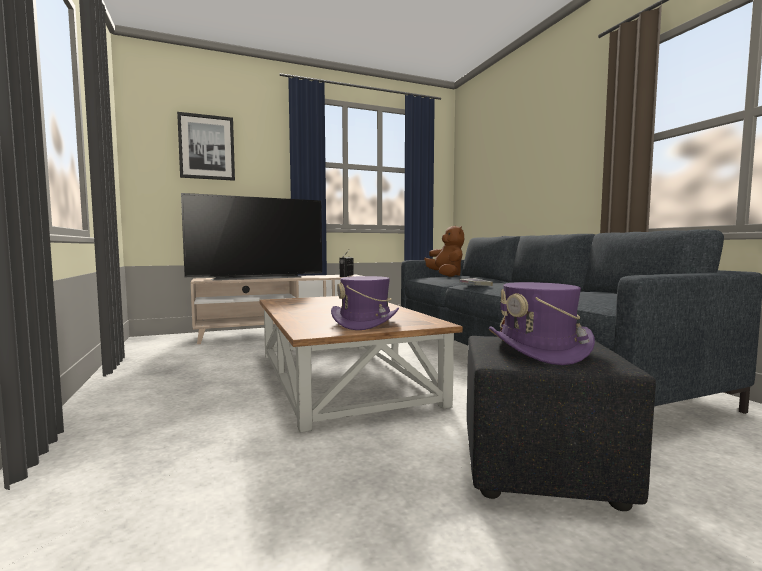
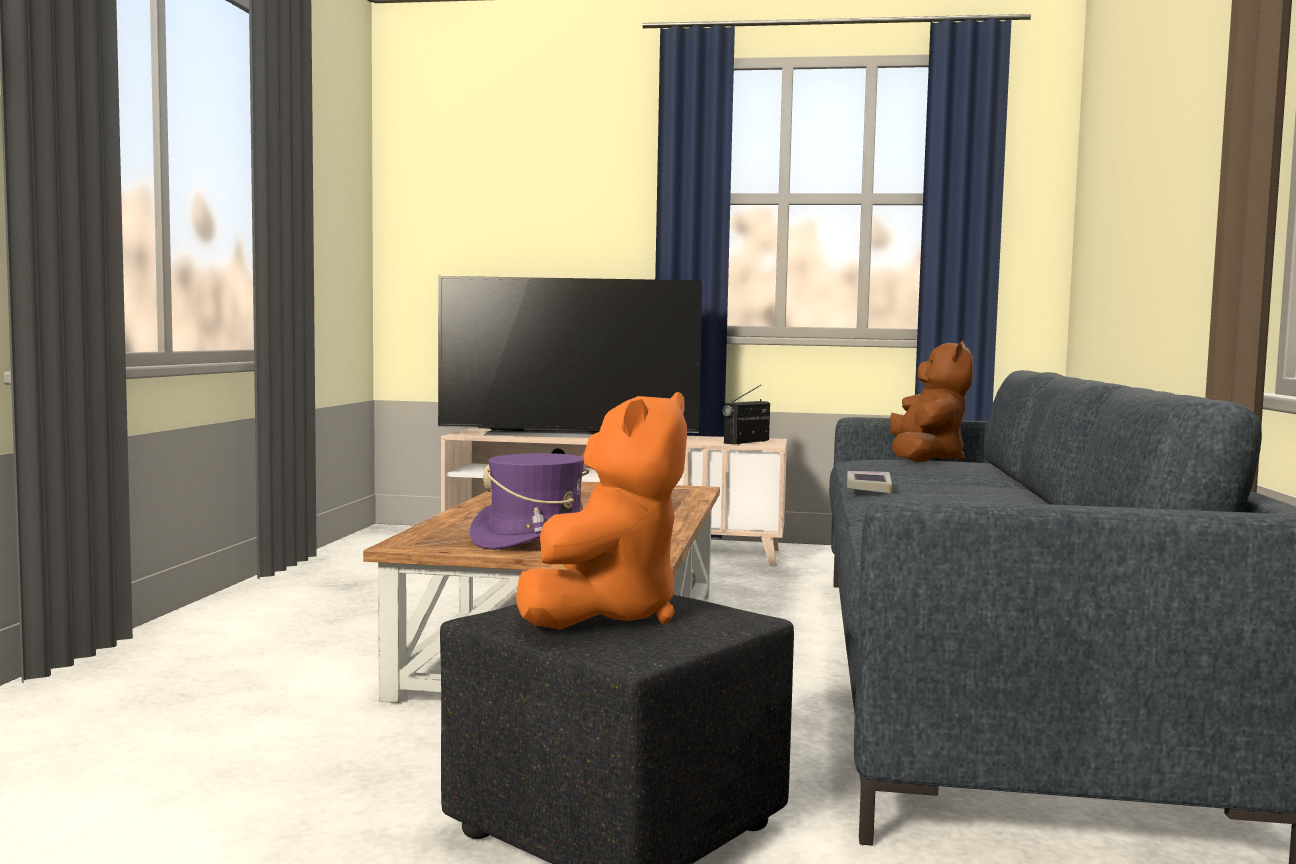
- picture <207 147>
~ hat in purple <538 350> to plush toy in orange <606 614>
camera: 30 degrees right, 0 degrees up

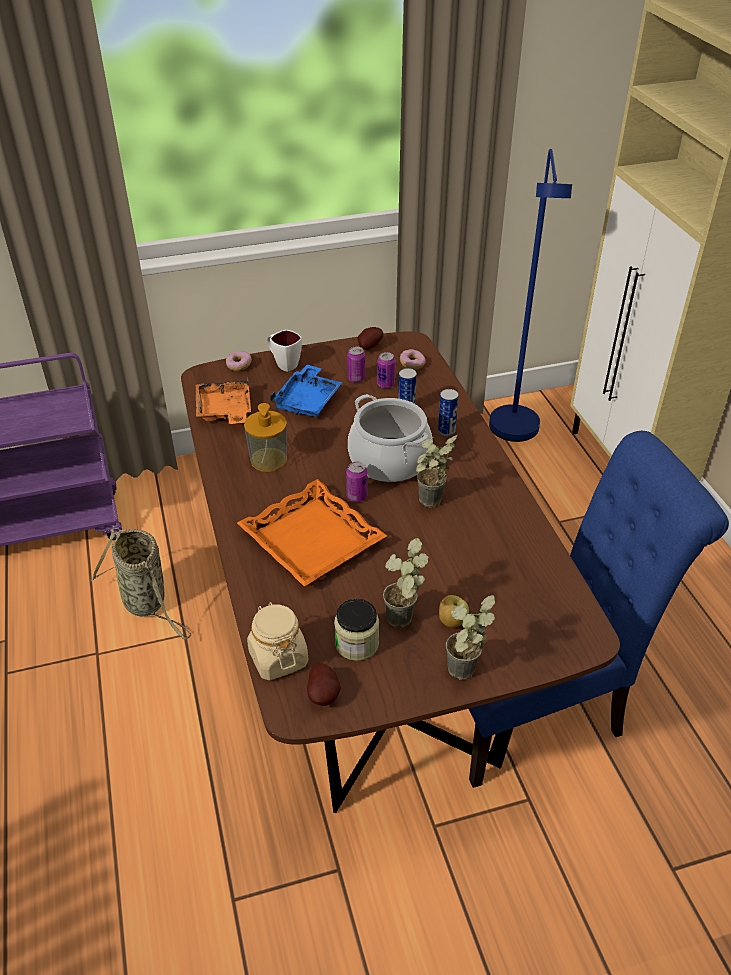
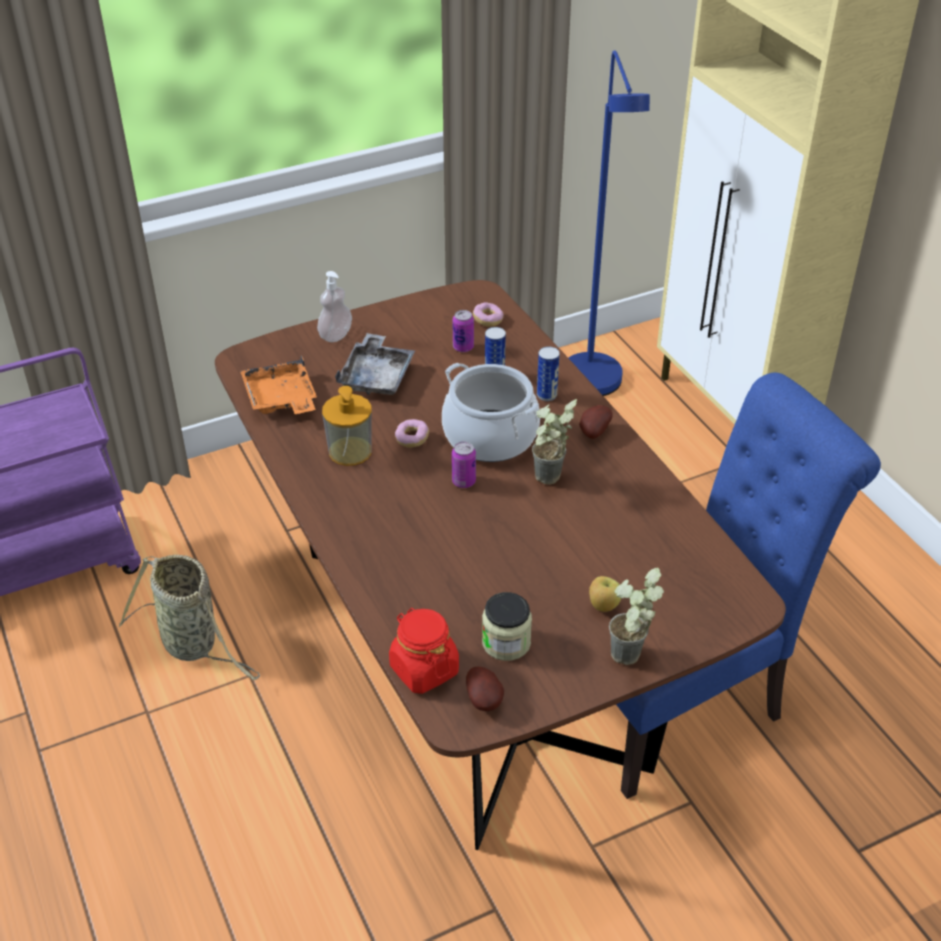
~ potato <368 347> to <593 432>
~ mug in white <284 364> to soap dispenser <335 335>
- can <356 378>
~ donut <239 365> to <412 439>
~ tray in blue <308 401> to tray in grey <377 376>
- tray in orange <313 539>
- potted plant <405 623>
~ jar in beige <278 658> to jar in red <424 669>
camera: 10 degrees left, 0 degrees up

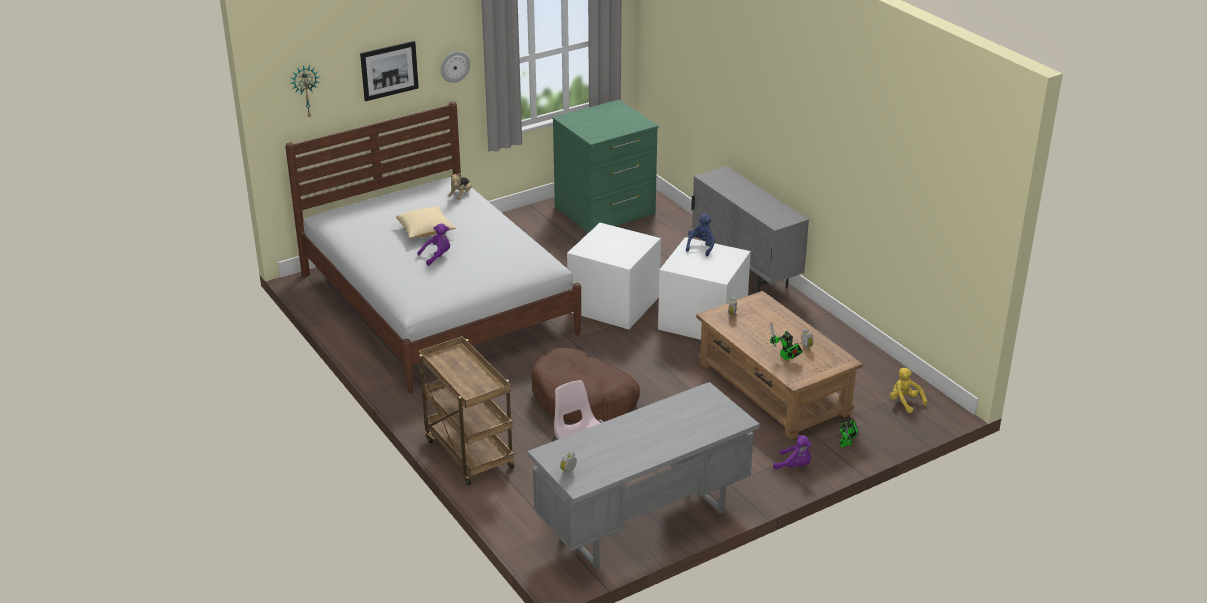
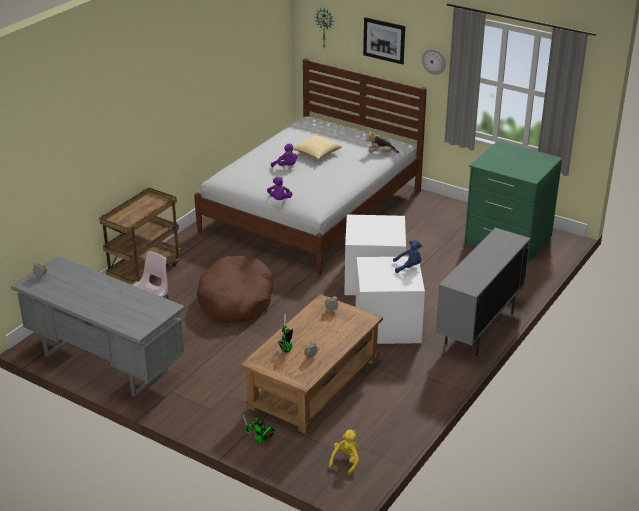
~ plush toy in purple <794 466> to <279 200>
camera: 65 degrees right, 0 degrees up

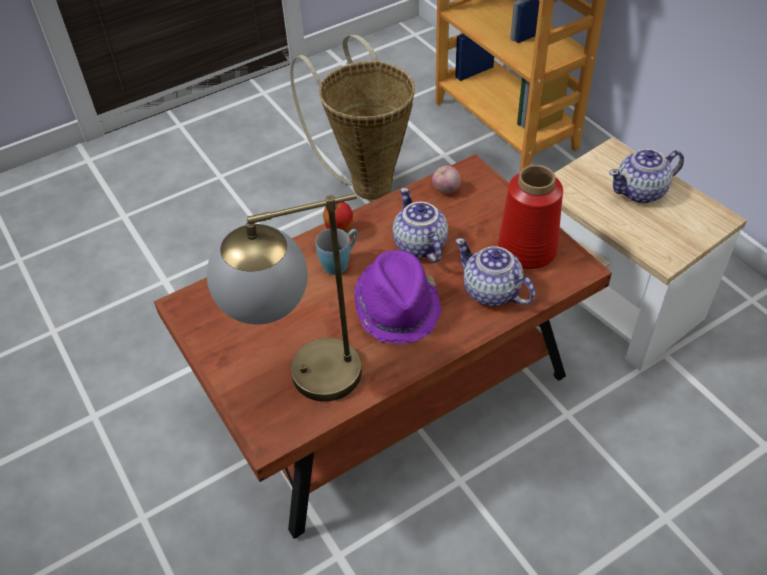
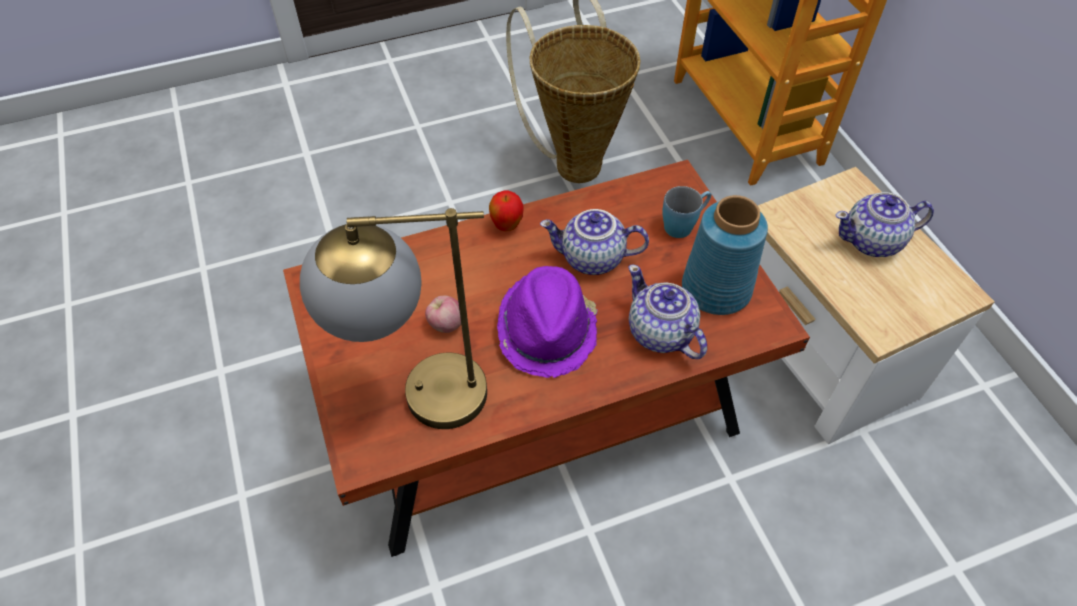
~ vase in red <527 250> to vase in blue <716 290>
~ apple <446 190> to <445 324>
~ teapot <418 245> = <591 259> 75 degrees counterclockwise
~ mug in blue <340 262> to <684 225>
camera: 10 degrees right, 5 degrees up

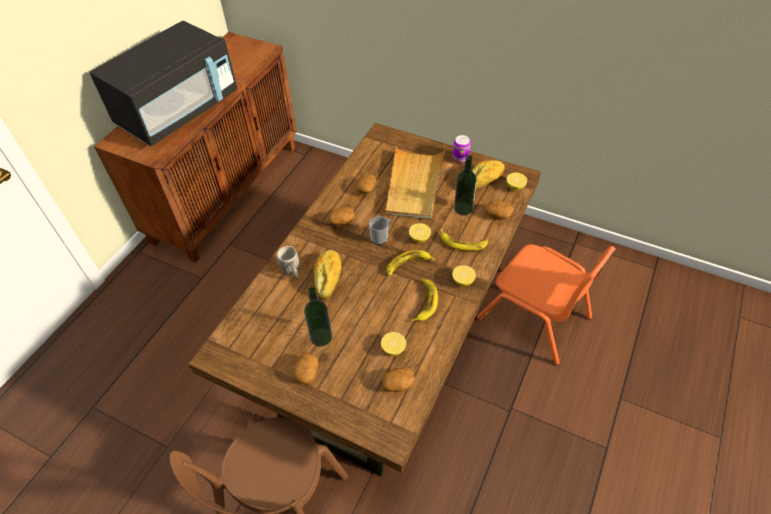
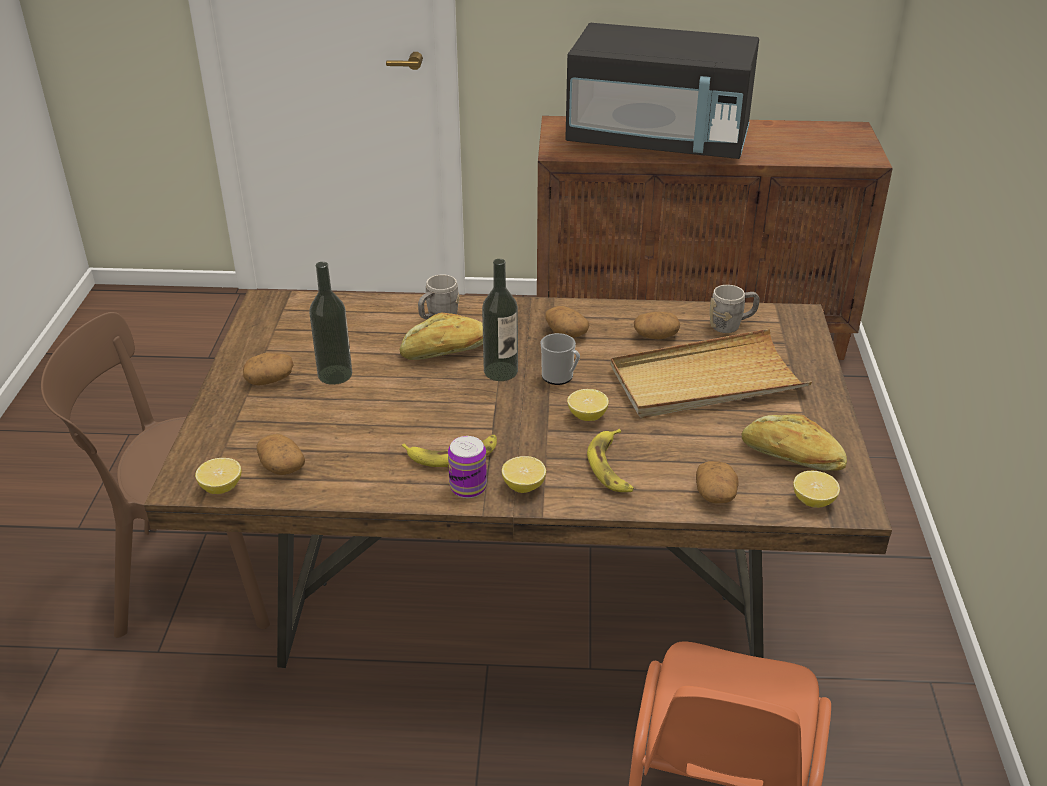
~ can <460 158> to <468 487>
~ bottle <463 208> to <500 371>
- banana <407 265>
~ lemon <393 349> to <221 487>
+ mug in grey <731 325>
camera: 65 degrees right, 15 degrees down

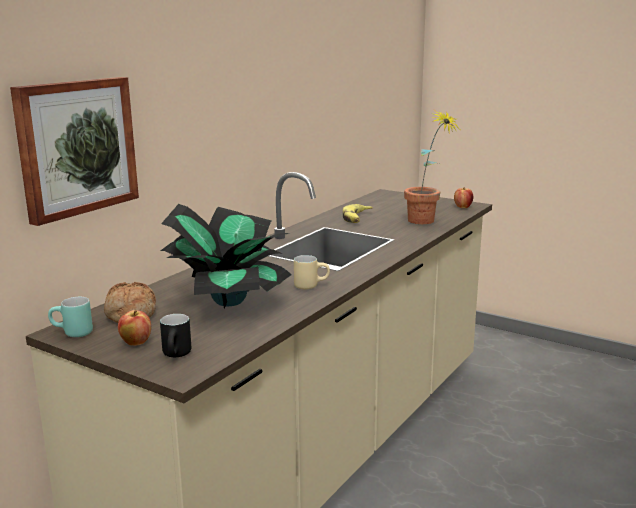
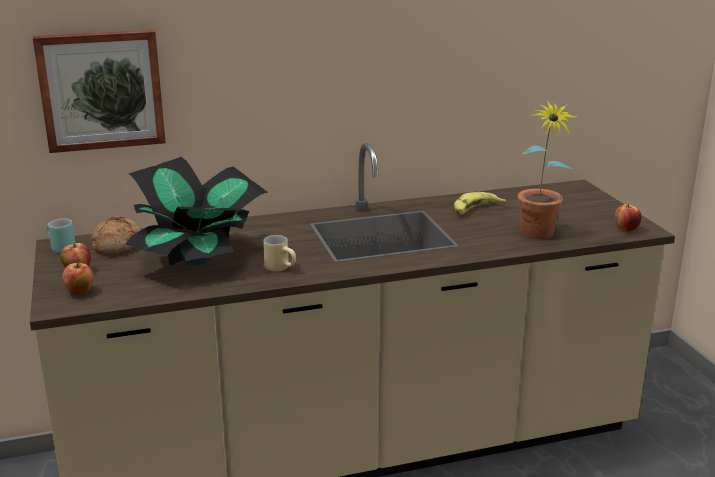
~ mug in black <178 355> to apple <79 292>
camera: 40 degrees right, 5 degrees up

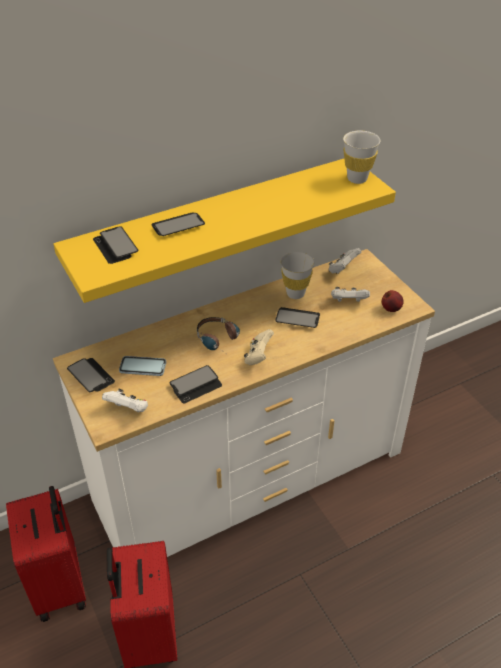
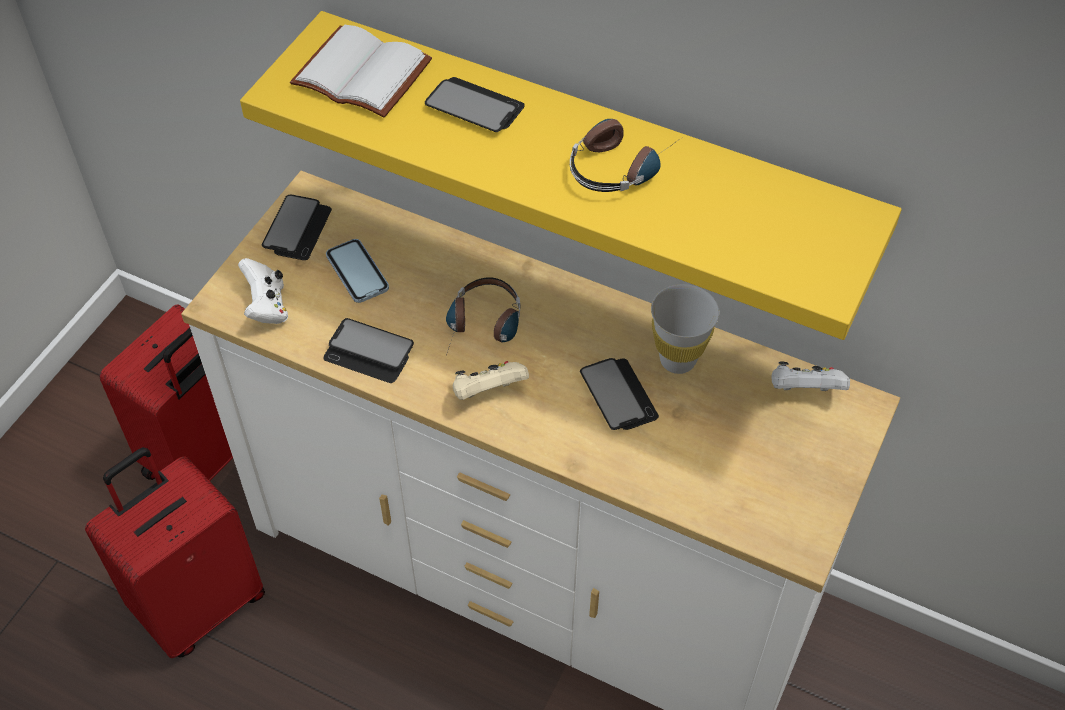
- cup in white <357 179>
~ phone <115 246> to book in white <365 72>
- game controller in white <348 302>
- apple <391 309>
+ headphones <622 163>
camera: 55 degrees right, 10 degrees up

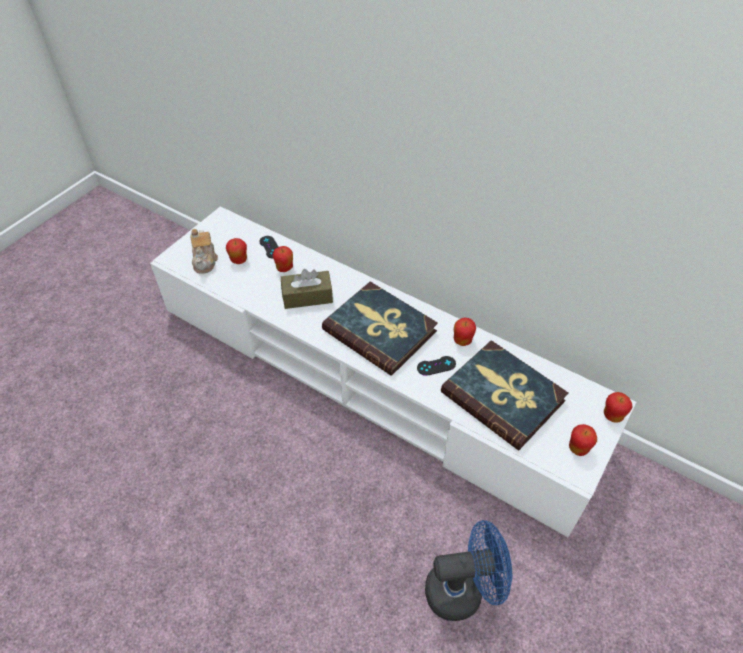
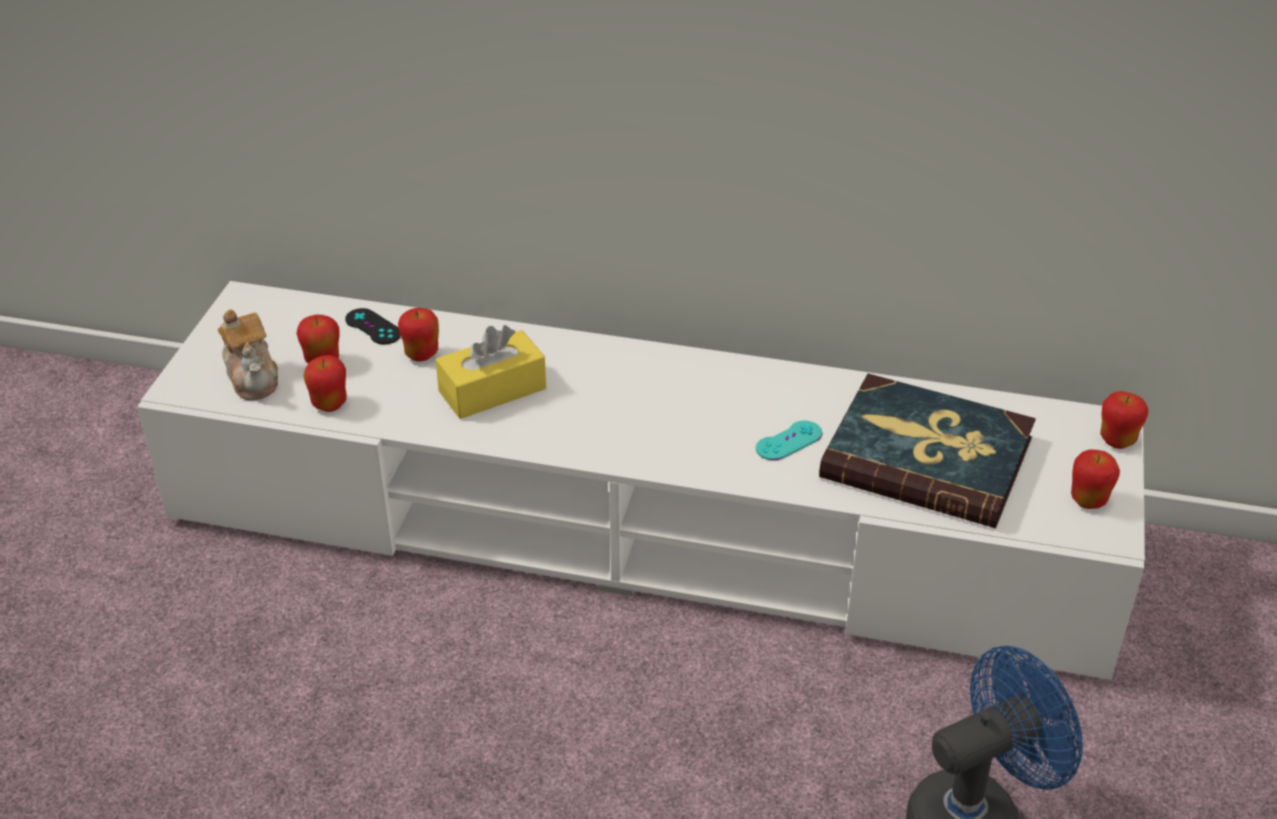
~ tissue box in brown <307 296> to tissue box in yellow <492 390>
- book <380 330>
~ apple <462 341> to <330 404>
~ game controller in black <436 366> to game controller in turquoise <789 441>
camera: 20 degrees left, 10 degrees down

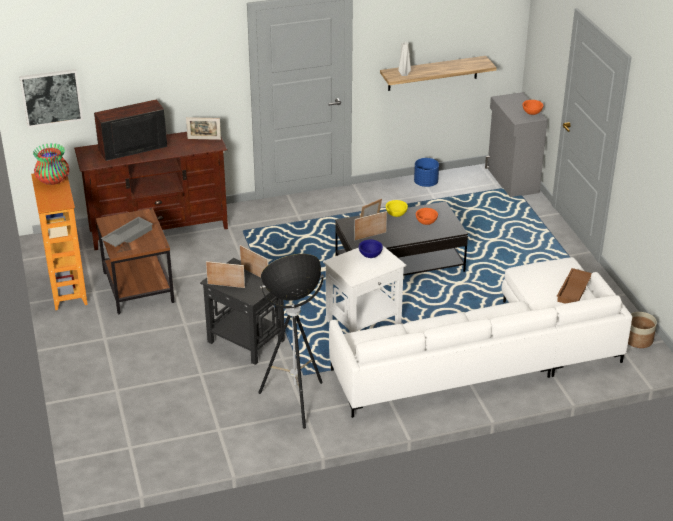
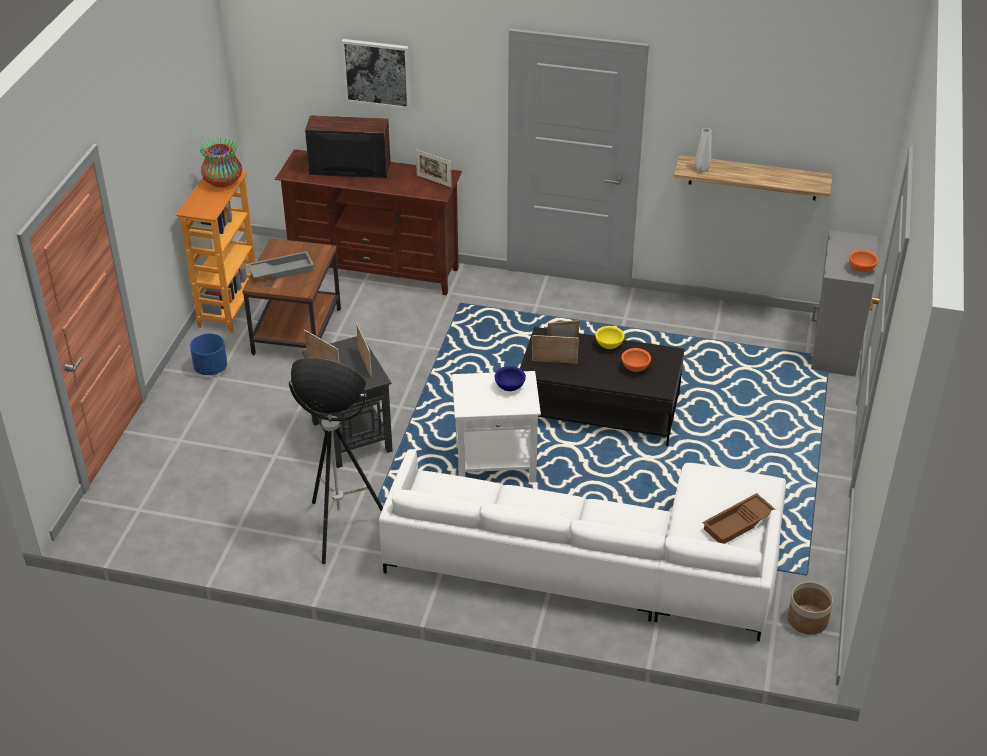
~ picture <51 97> to <377 73>
~ planter in blue <425 183> to <210 368>
camera: 30 degrees right, 5 degrees up

